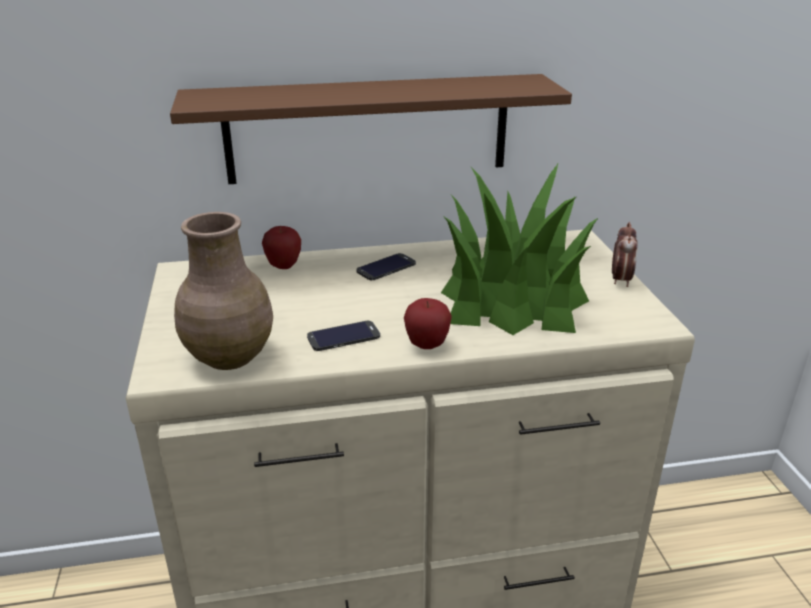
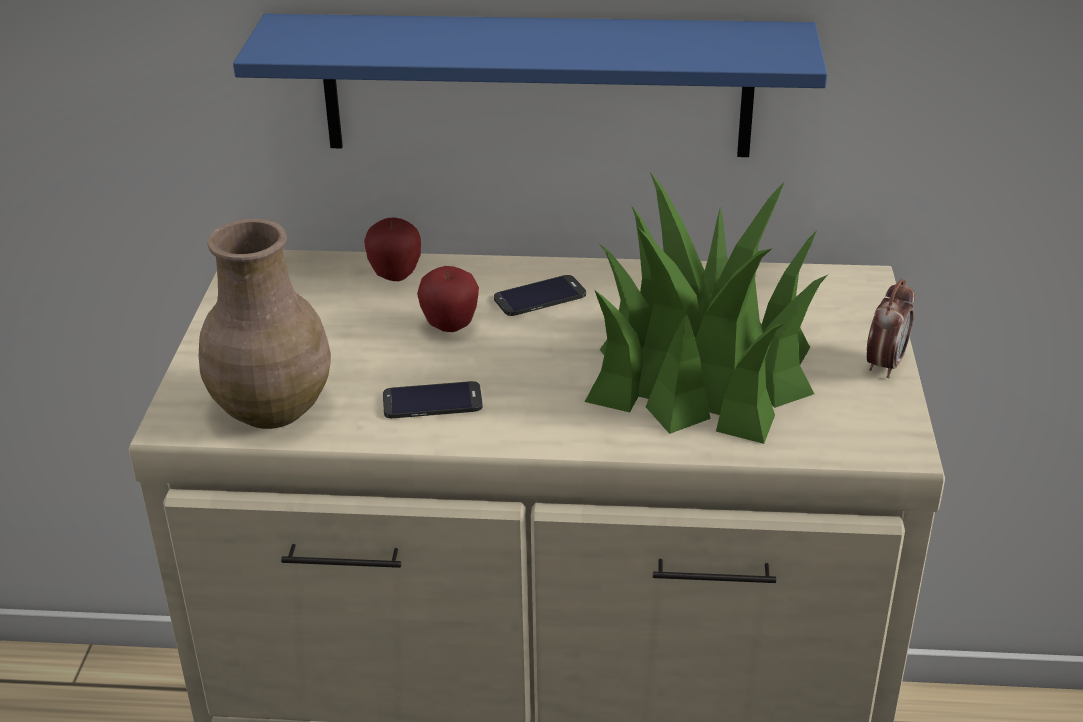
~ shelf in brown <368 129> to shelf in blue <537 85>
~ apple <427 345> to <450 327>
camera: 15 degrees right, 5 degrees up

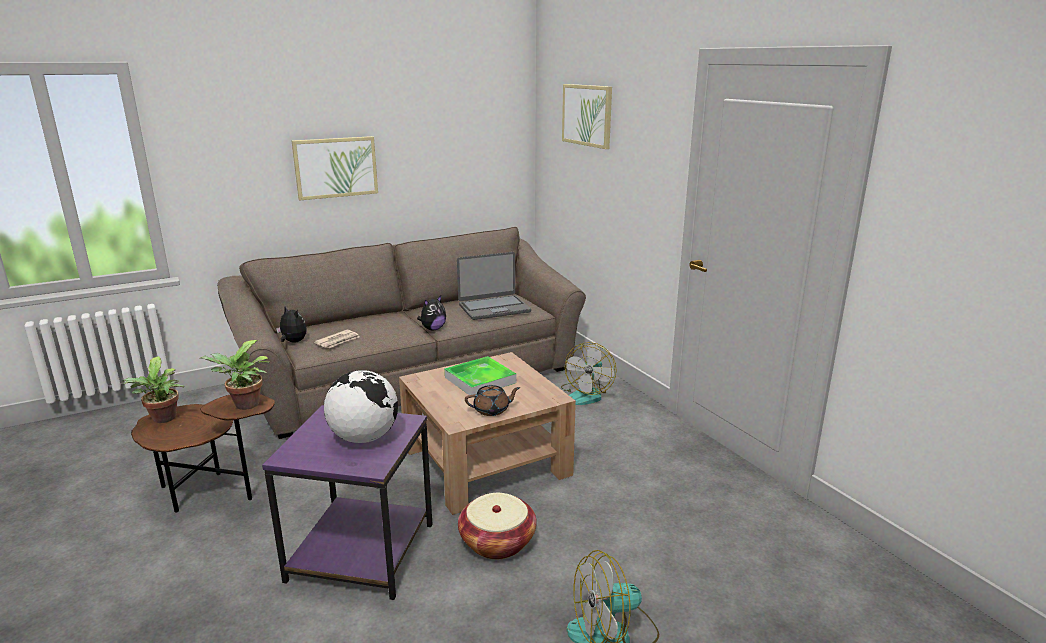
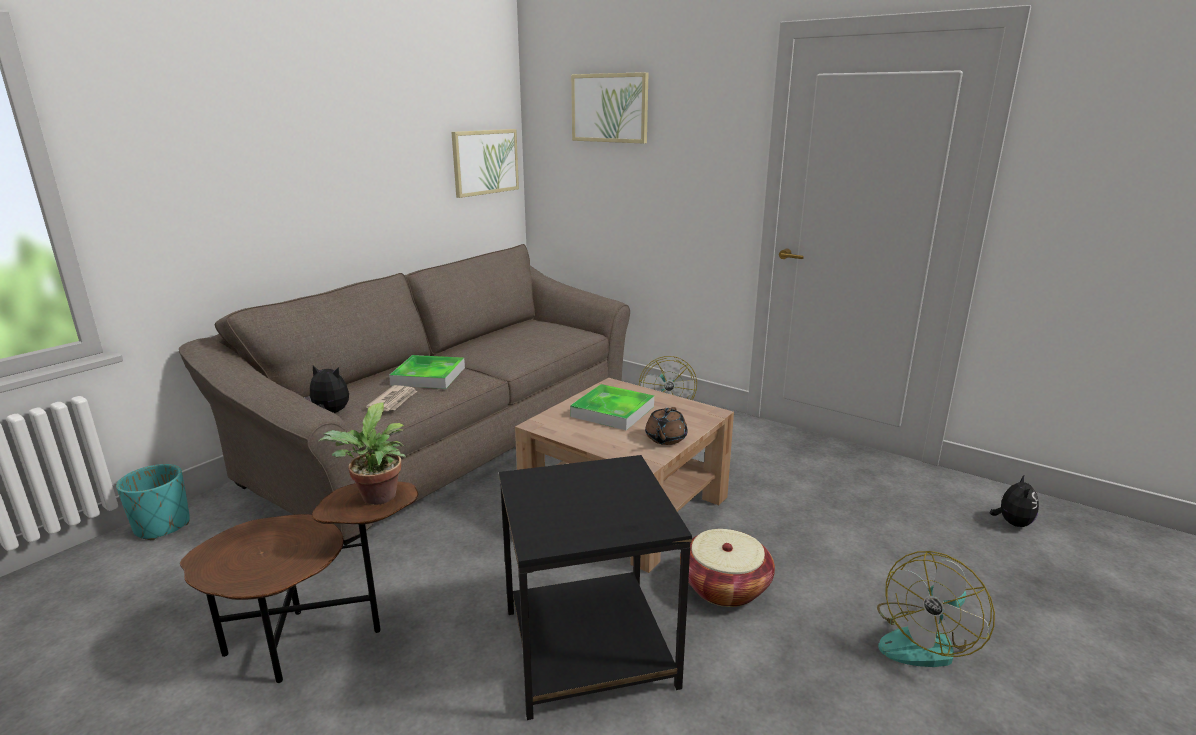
~ picture <335 167> to <485 162>
- laptop <494 308>
~ plush toy <433 329> to <1011 523>
- potted plant <163 419>
- globe <364 438>
~ teapot in brown <492 410> = <665 439> 150 degrees clockwise
~ side table in purple <359 553> to side table in black <587 649>
+ tray <428 376>
+ planter in turquoise <162 526>
camera: 25 degrees left, 0 degrees up

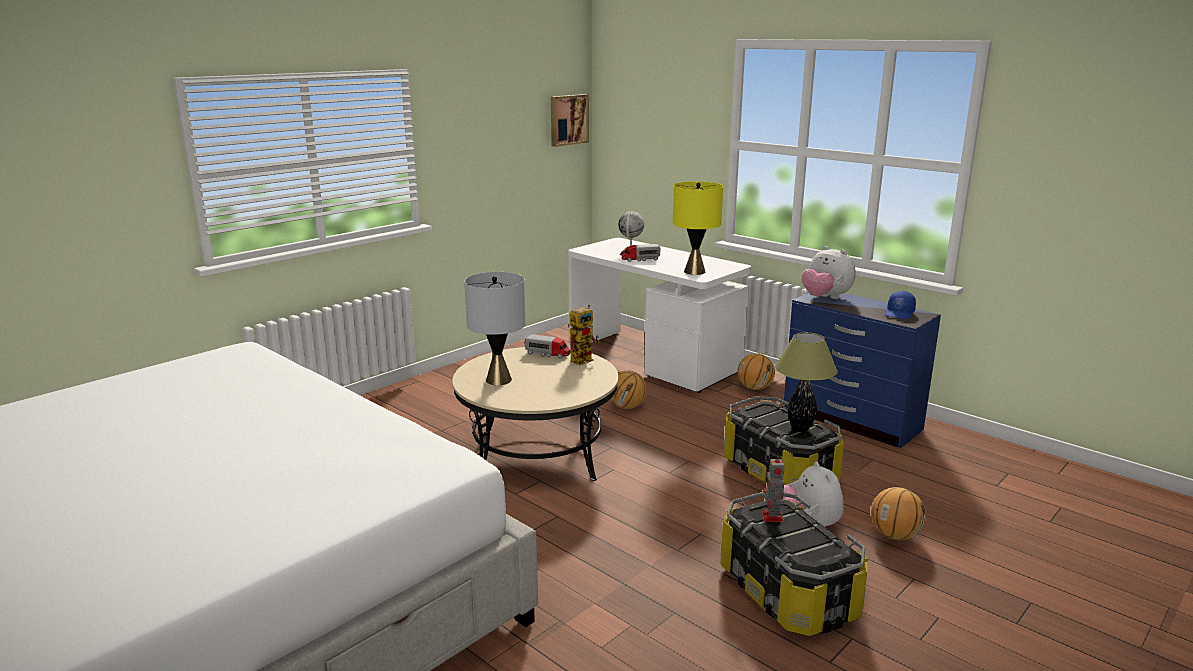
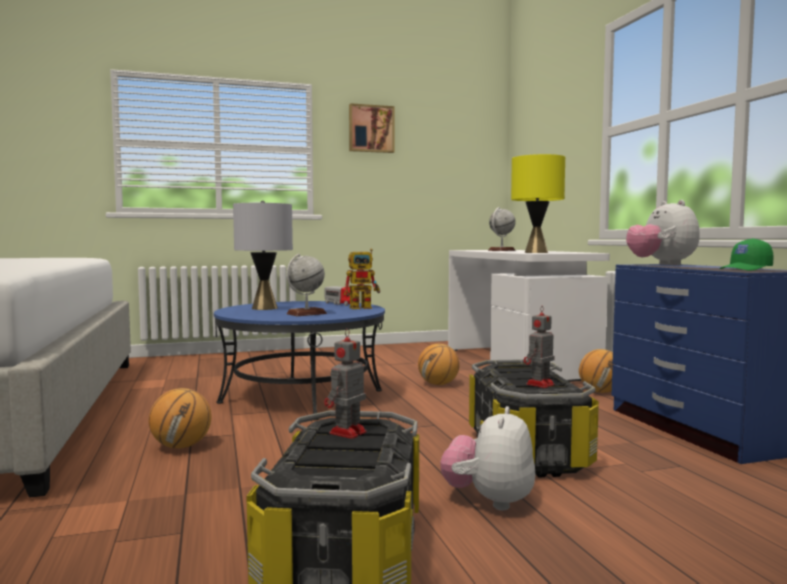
~ picture <568 119> to <371 129>
- toy truck <640 259>
~ cap in blue <899 313> to cap in green <746 269>
~ table lamp <800 429> to toy robot <539 385>
~ coffee table in beige <538 453> to coffee table in blue <302 396>
~ basketball <895 535> to <181 446>
+ globe <306 314>
camera: 30 degrees right, 15 degrees down

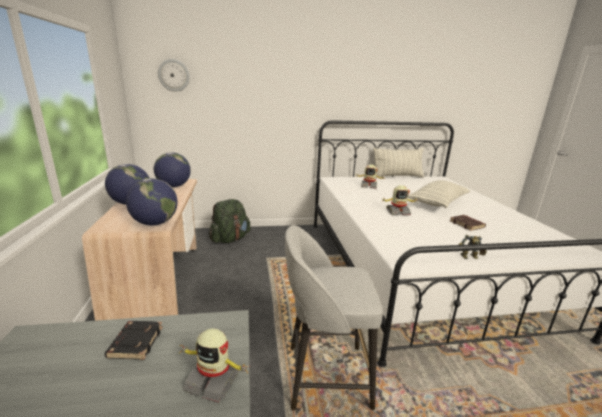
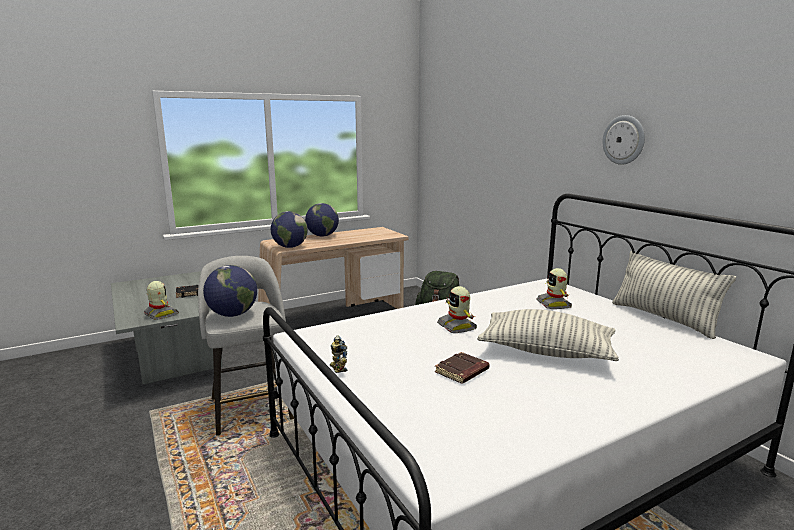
~ wall clock <174 75> to <624 140>
~ globe <174 186> to <232 315>
~ toy robot <213 380> = <160 314> 135 degrees clockwise
camera: 70 degrees right, 5 degrees down

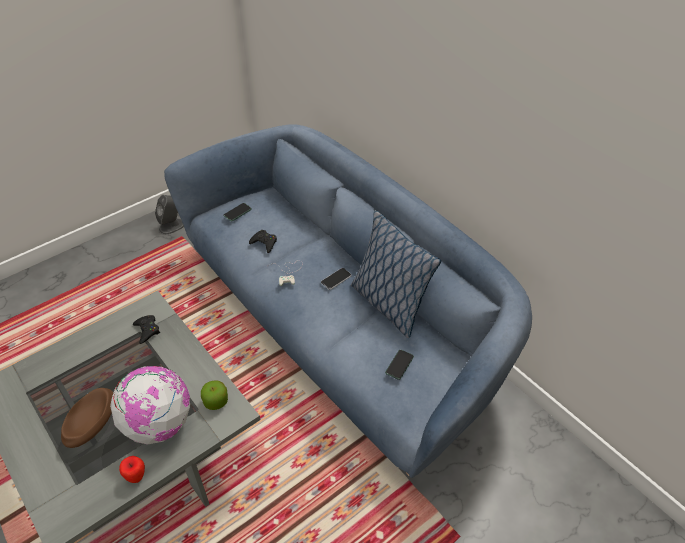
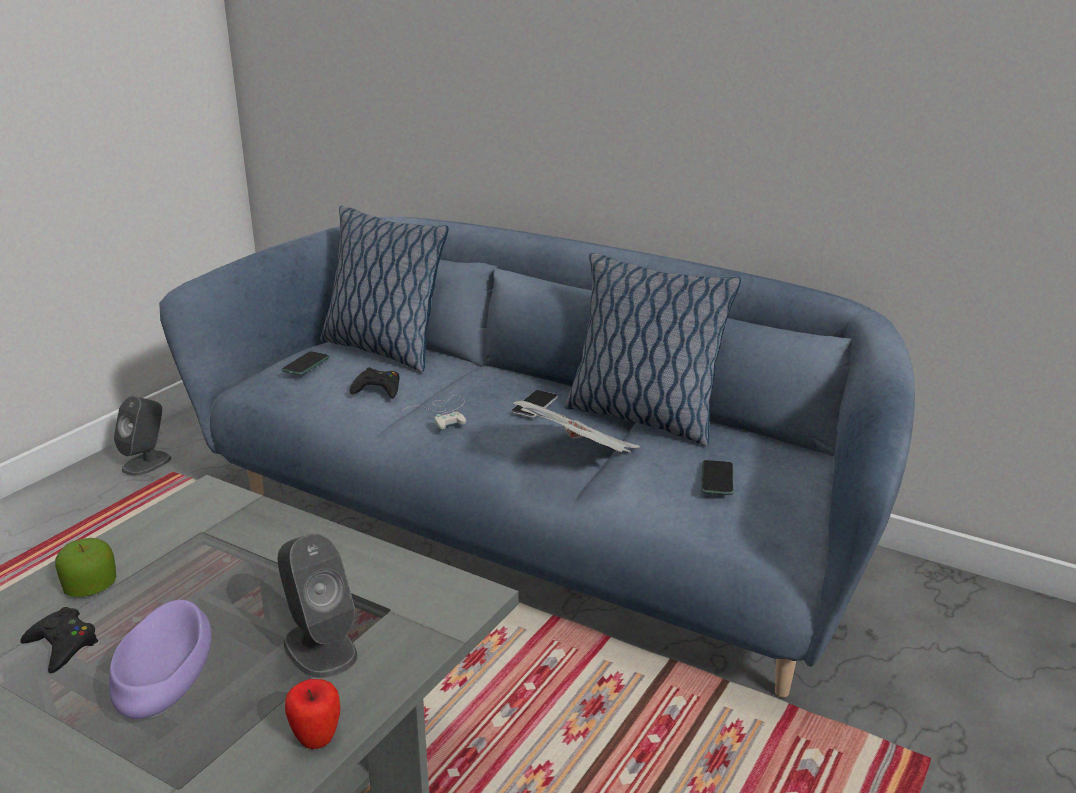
~ game controller in black <147 330> to <62 645>
~ globe <159 424> to speaker in grey <319 648>
~ apple <216 401> to <90 587>
~ bowl in brown <92 424> to bowl in purple <167 683>
+ pillow <383 350>
+ newspaper <579 457>
camera: 20 degrees left, 20 degrees down

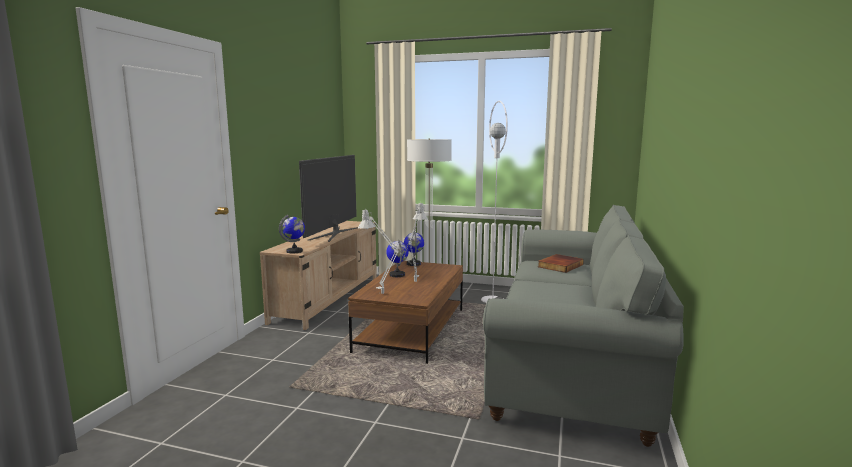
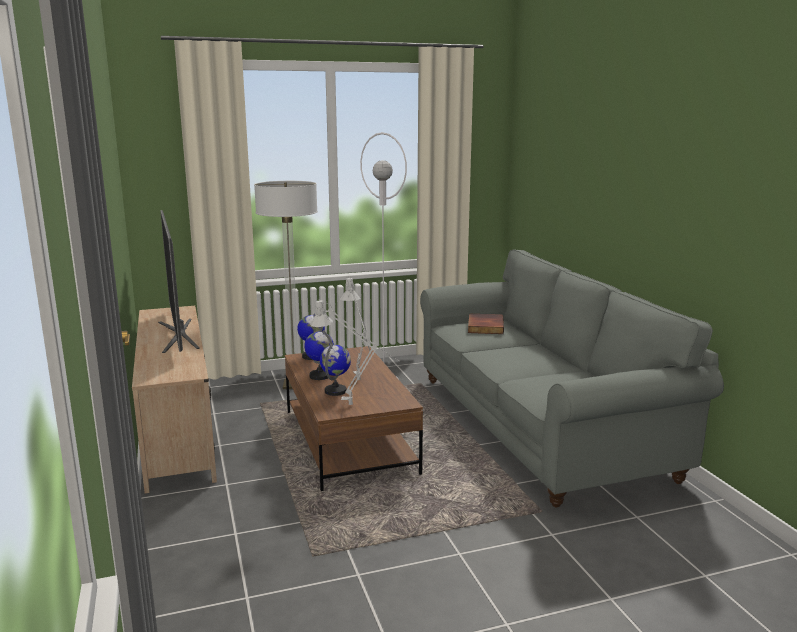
~ globe <294 251> to <336 391>
camera: 35 degrees left, 5 degrees up

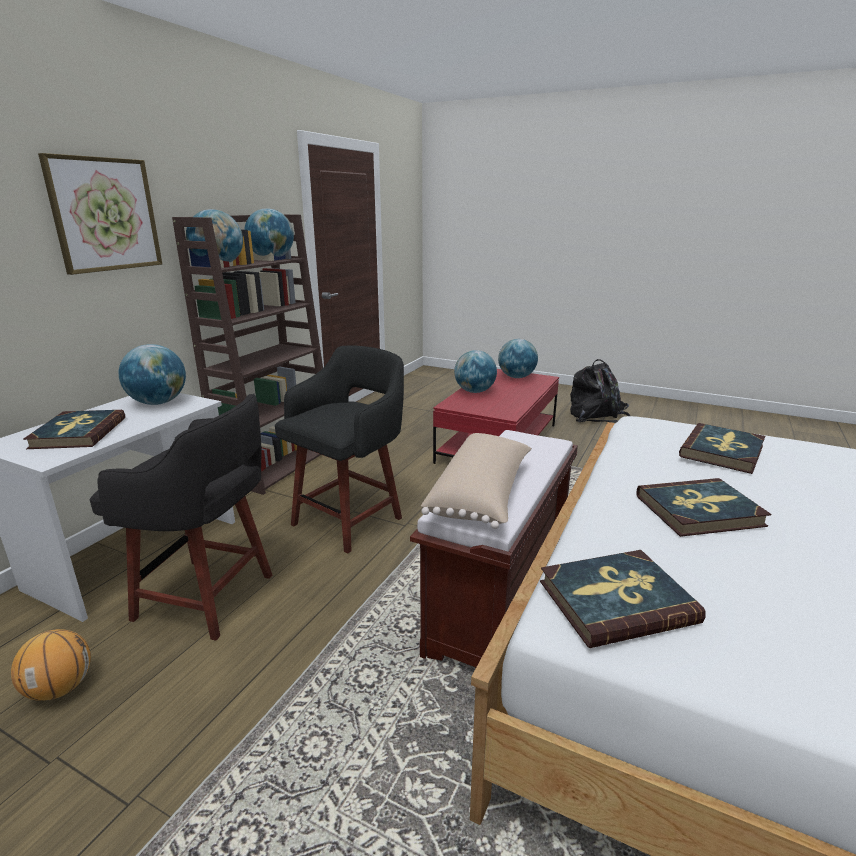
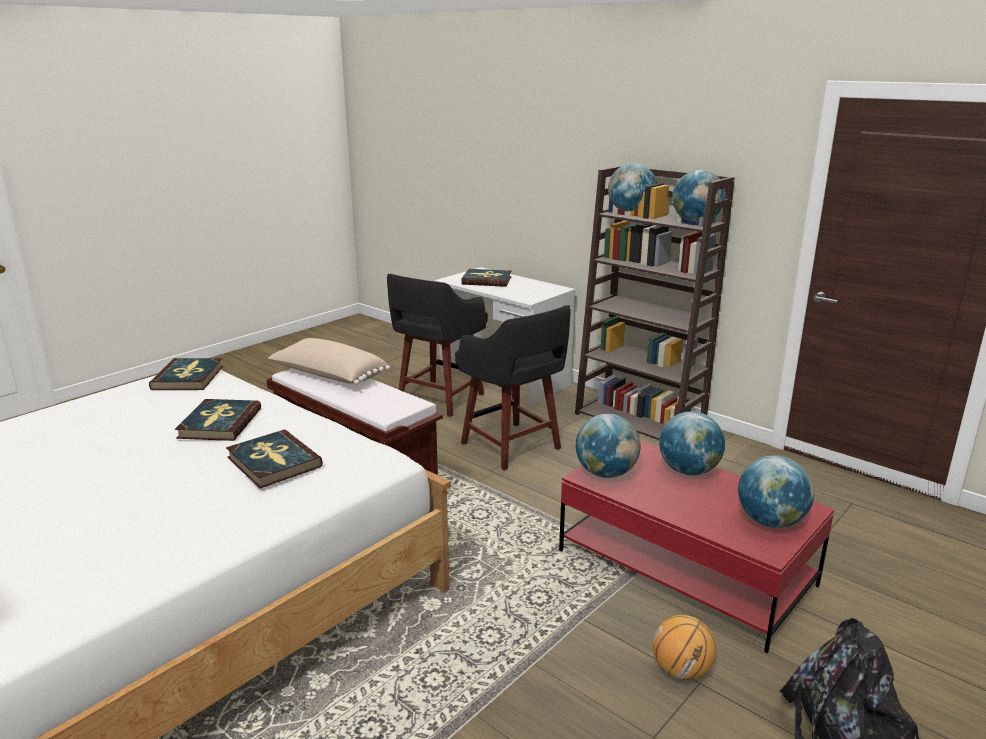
- picture <105 215>
~ globe <158 403> to <606 473>
~ basketball <60 688> to <681 671>
camera: 105 degrees right, 0 degrees up

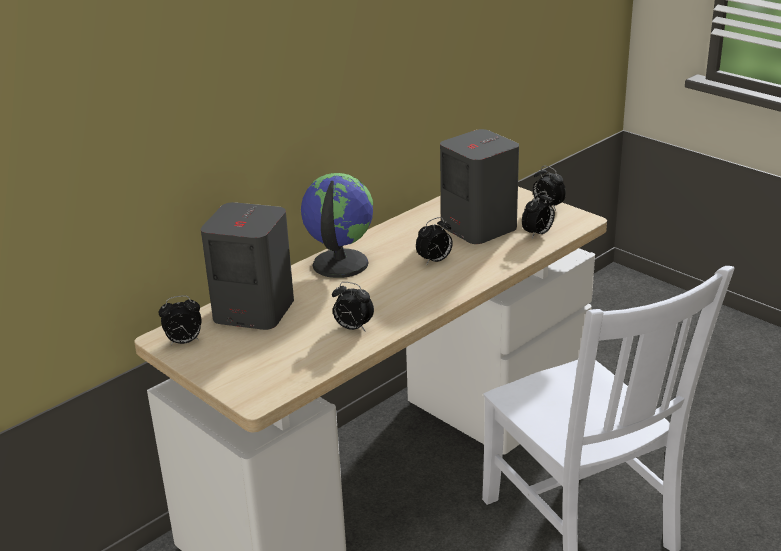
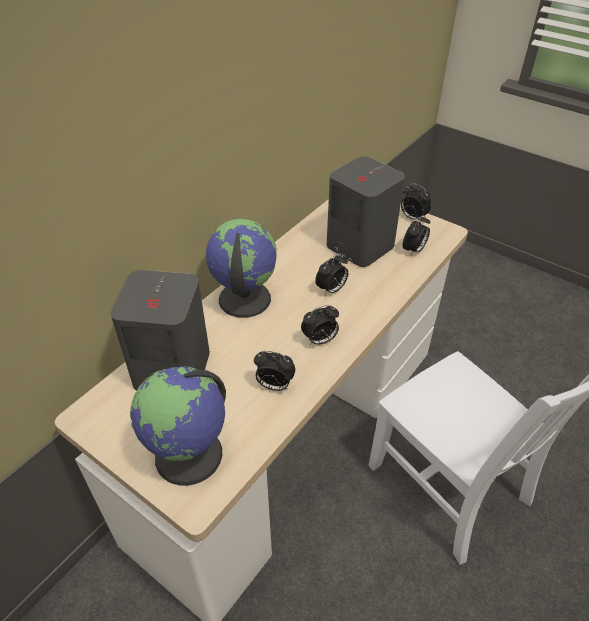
~ alarm clock <184 342> to <320 340>
+ globe <189 455>
camera: 10 degrees left, 15 degrees up

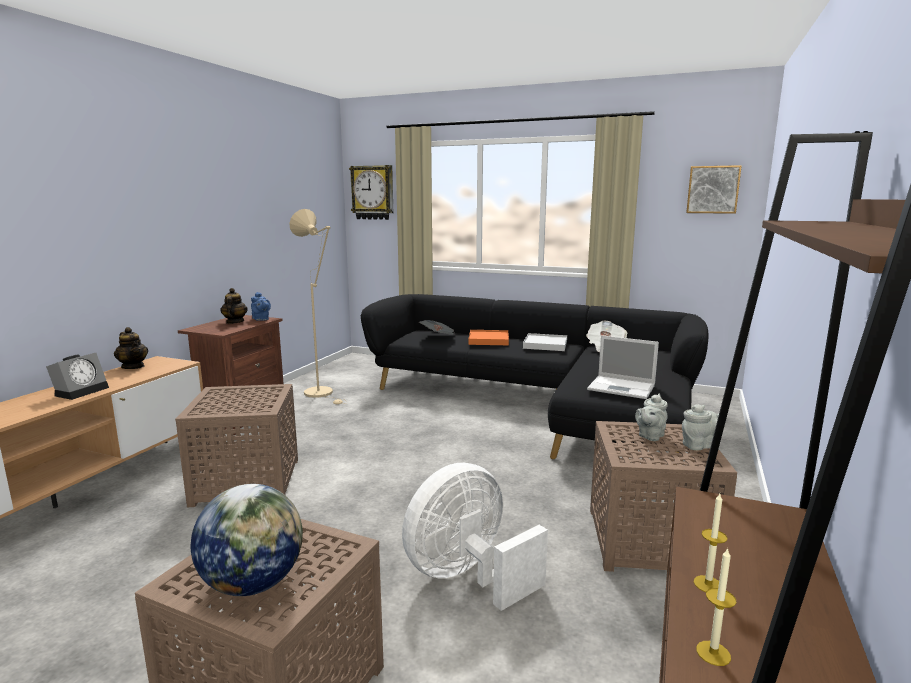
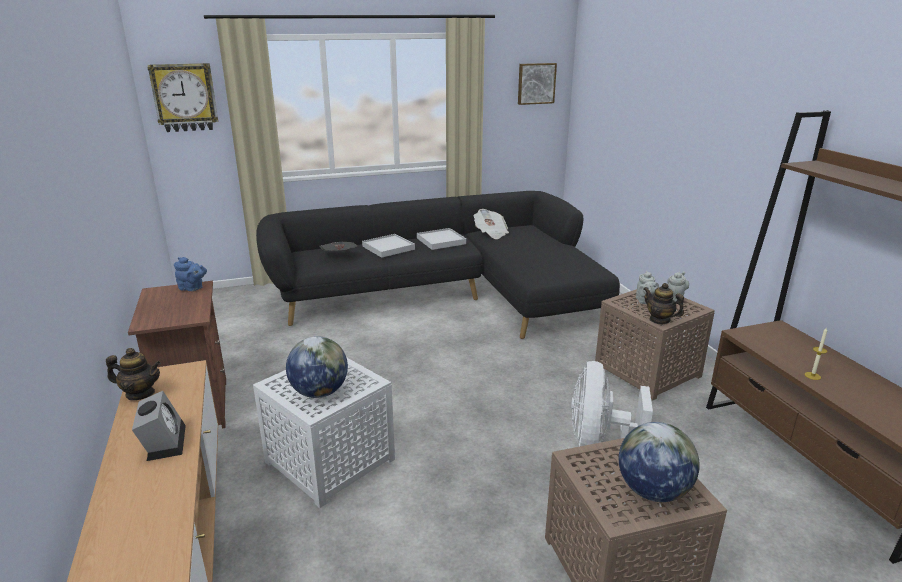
- floor lamp in beige <322 394>
~ teapot <234 322> to <659 320>
~ tray in orange <488 340> to tray in white <388 248>
- laptop <622 388>
~ side table in brown <249 480> to side table in white <330 459>
- candle <713 653>
+ globe <319 392>
camera: 40 degrees left, 10 degrees up

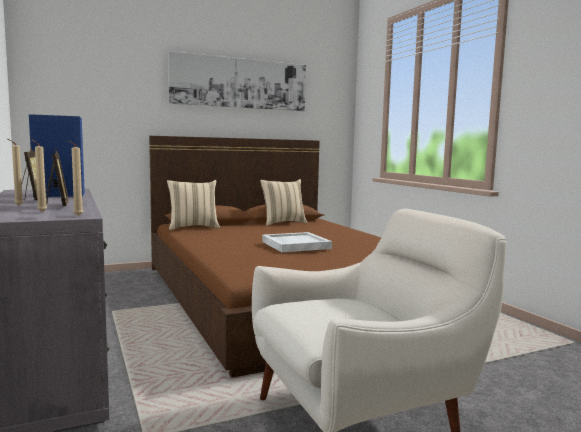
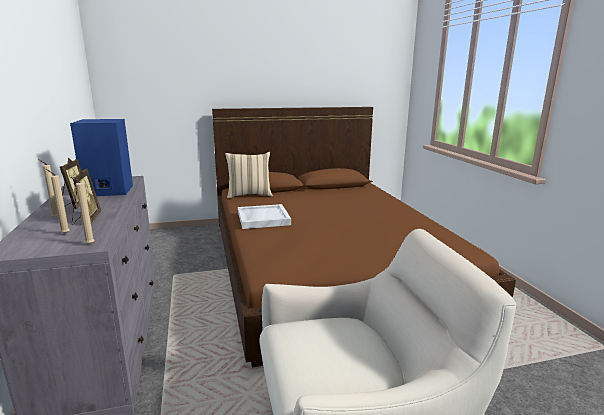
- picture <240 83>
- pillow in beige <283 223>
~ tray in white <295 245> to <263 218>
camera: 10 degrees right, 10 degrees up

